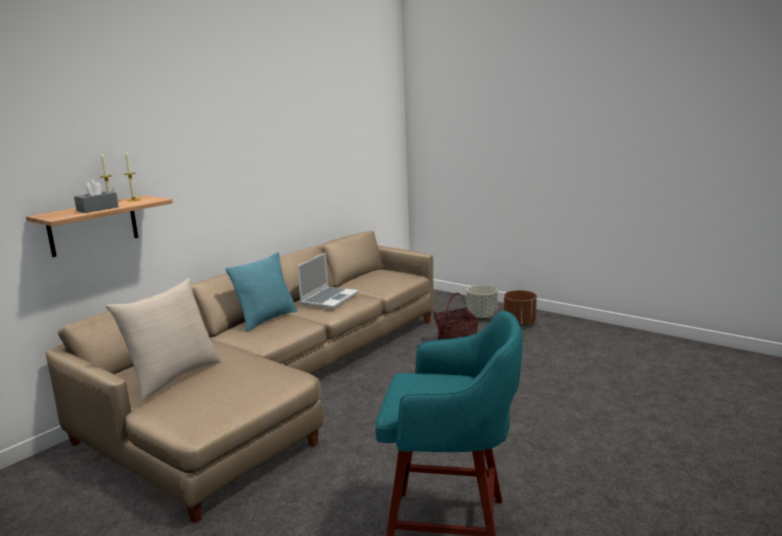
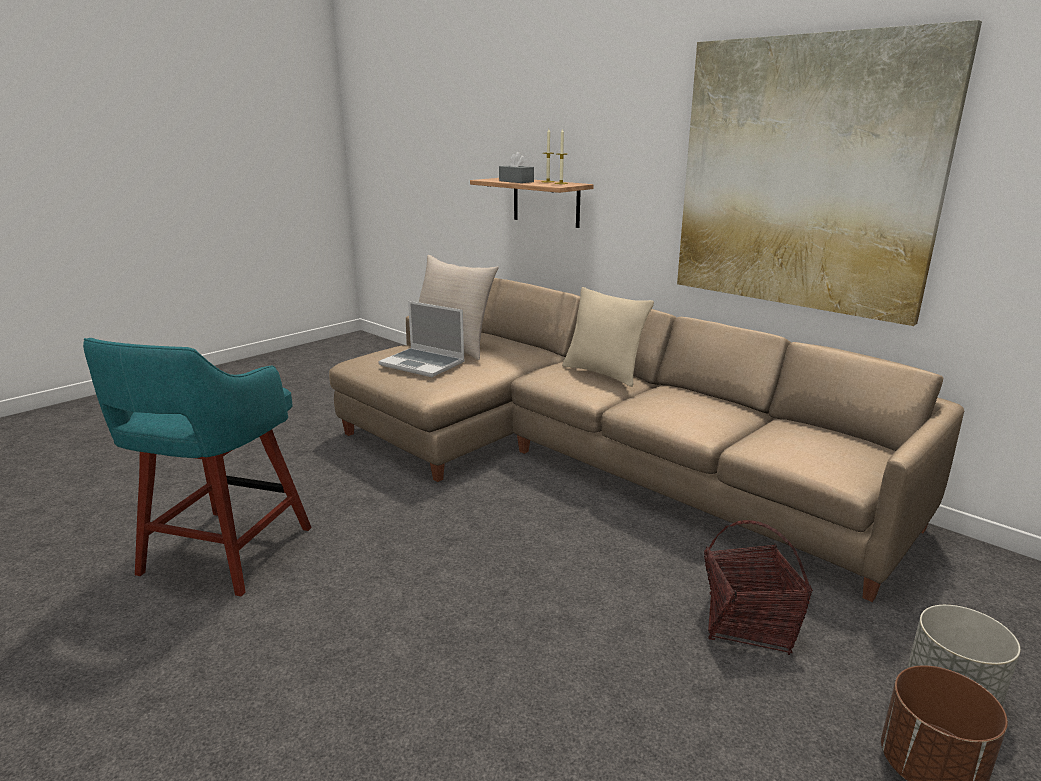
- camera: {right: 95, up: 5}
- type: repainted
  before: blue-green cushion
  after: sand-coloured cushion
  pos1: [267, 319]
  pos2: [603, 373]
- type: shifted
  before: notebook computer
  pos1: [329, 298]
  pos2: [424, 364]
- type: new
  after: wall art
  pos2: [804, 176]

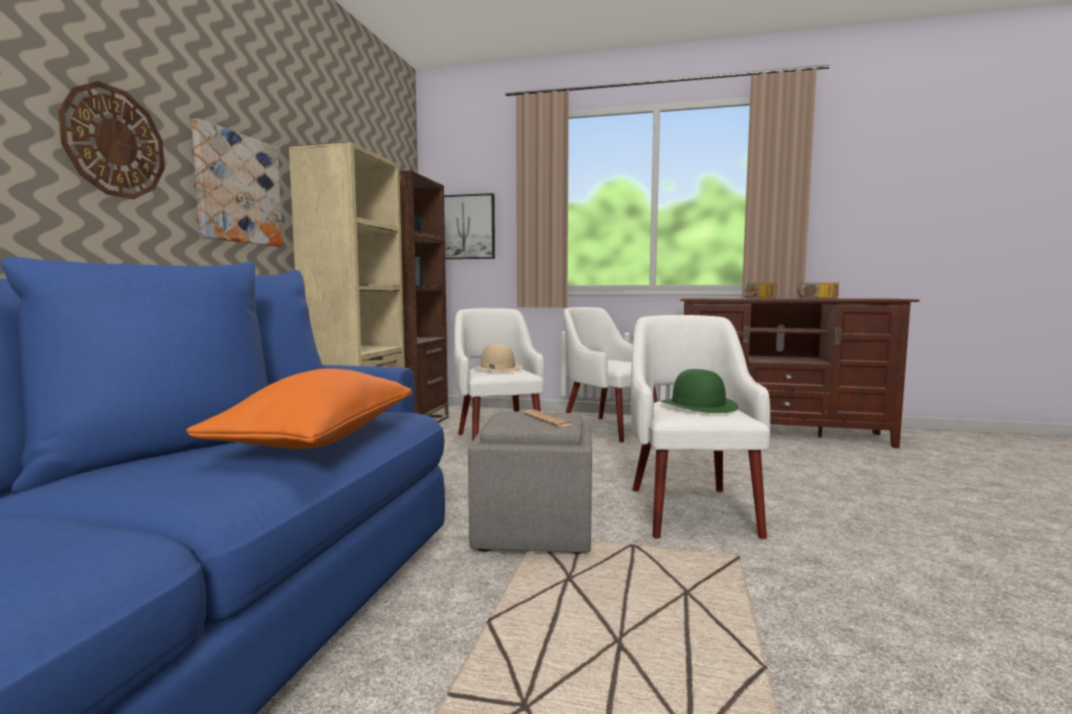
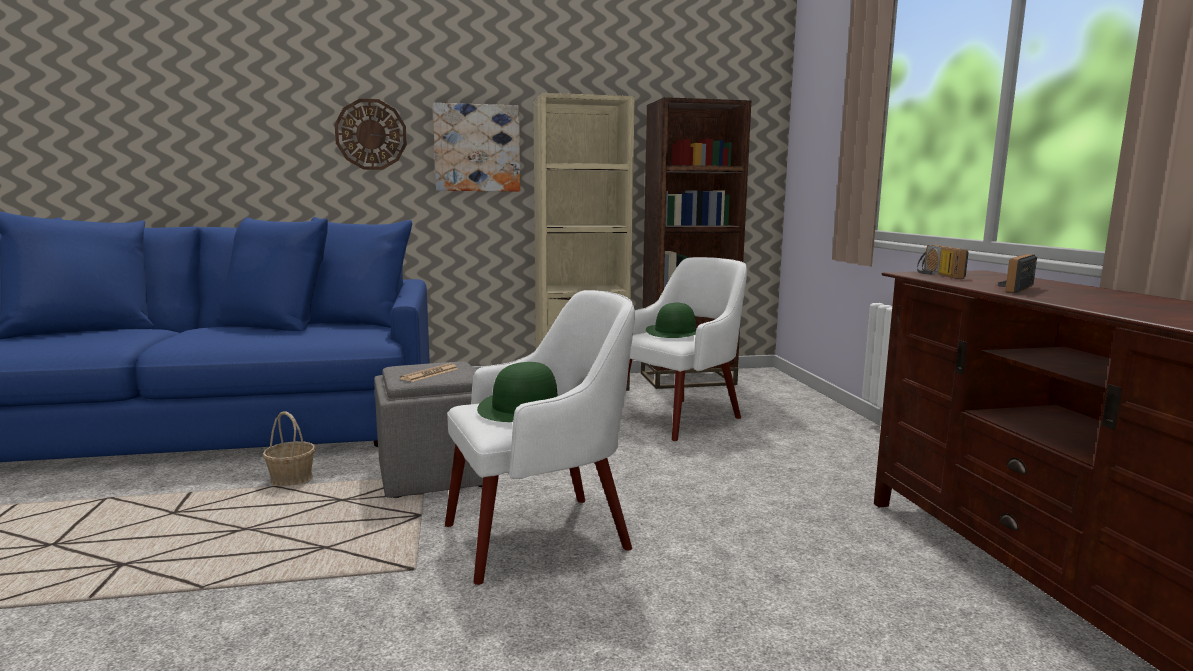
- camera: {right: 65, up: 5}
- type: gone
  before: wall art
  pos1: [464, 227]
- type: shifted
  before: radio
  pos1: [817, 298]
  pos2: [936, 275]
- type: gone
  before: white-coloured lounge chair
  pos1: [607, 428]
- type: repainted
  before: sand-coloured hat
  after: green hat
  pos1: [497, 368]
  pos2: [675, 332]
- type: gone
  before: orange-coloured cushion
  pos1: [319, 440]
- type: new
  after: storage basket
  pos2: [291, 479]

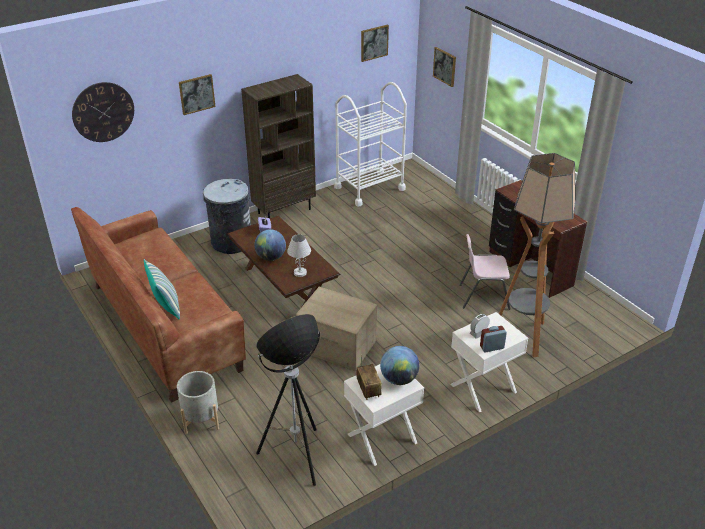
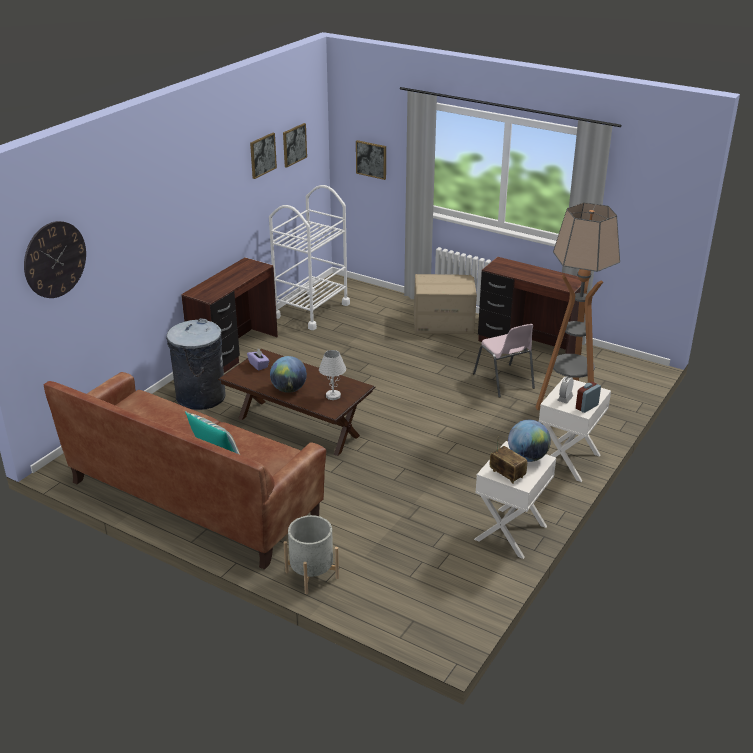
- camera: {right: -25, up: -5}
- type: shifted
  before: wall art
  pos1: [196, 94]
  pos2: [262, 155]
- type: swapped
  before: brown-coloured bookshelf
  after: brown-coloured desk table
  pos1: [284, 211]
  pos2: [235, 352]
- type: rotated
  before: pinkish plain chair
  pos1: [483, 296]
  pos2: [504, 381]
  turn: -90
- type: shifted
  before: cardboard box
  pos1: [337, 346]
  pos2: [443, 323]
- type: gone
  before: floor lamp
  pos1: [296, 457]

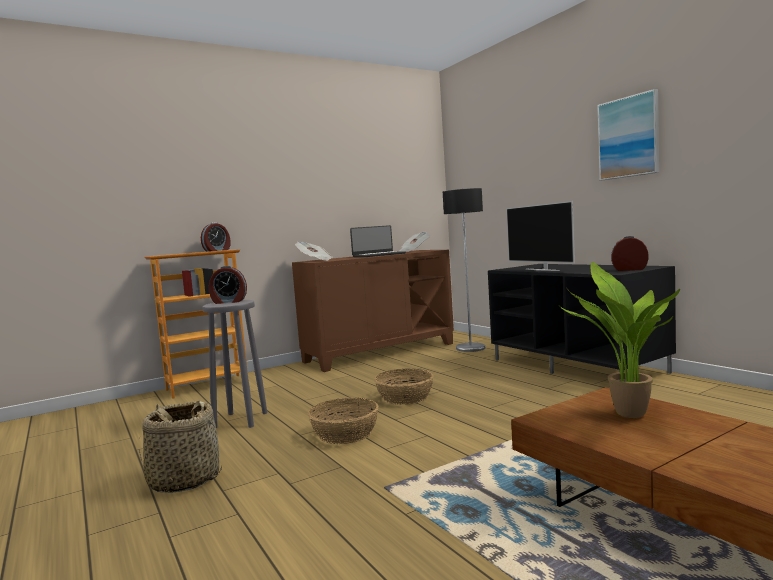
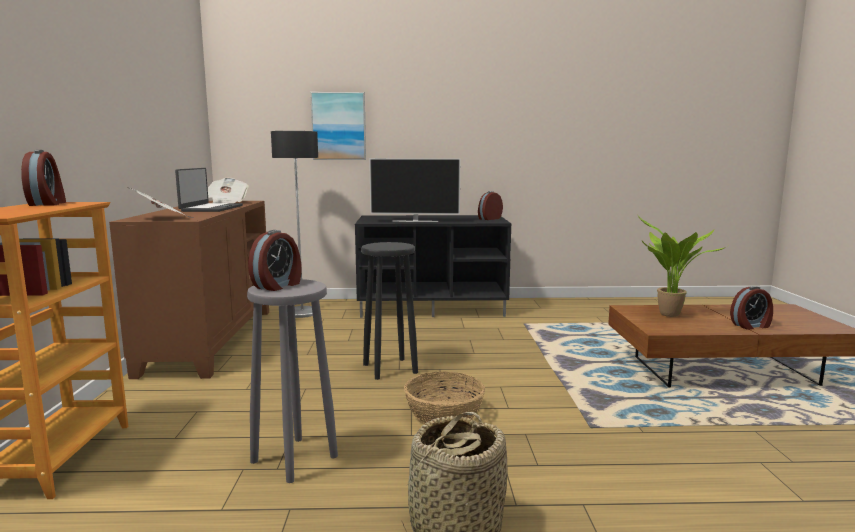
- camera: {right: -60, up: 5}
- type: shifted
  before: wall art
  pos1: [628, 137]
  pos2: [338, 126]
- type: swapped
  before: storage basket
  after: black sitting stool
  pos1: [405, 397]
  pos2: [390, 369]
- type: new
  after: bedside clock
  pos2: [751, 326]

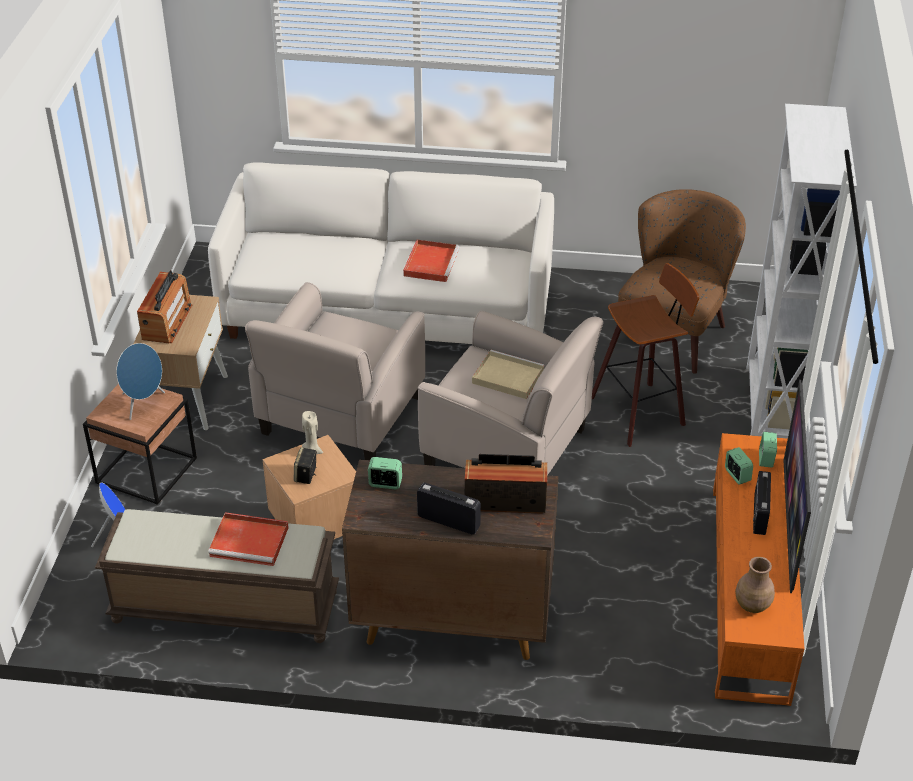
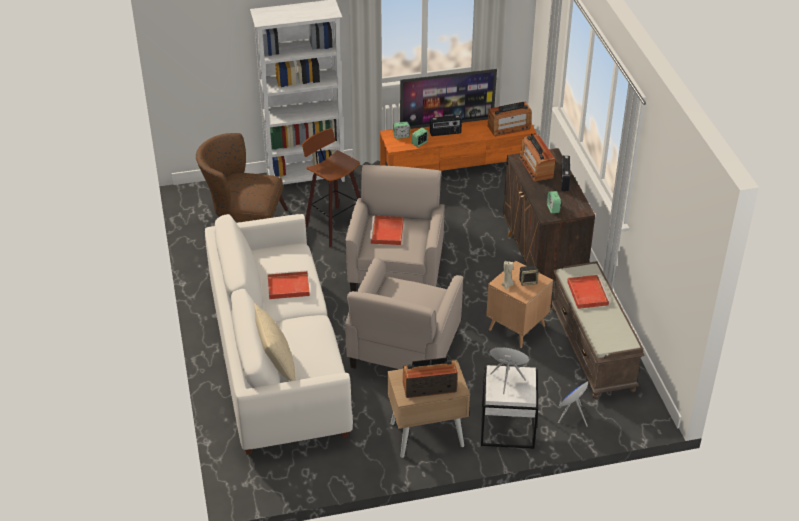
- camera: {right: -110, up: 0}
- type: rotated
  before: sand-coloured lounge chair
  pos1: [341, 416]
  pos2: [404, 351]
  turn: 105
- type: repainted
  before: sand-coloured tray
  after: reddish tray
  pos1: [506, 377]
  pos2: [387, 232]
- type: repainted
  before: brown-coloured accent table
  after: white-coloured accent table
  pos1: [145, 471]
  pos2: [508, 428]
- type: swapped
  before: brown-coloured flower vase
  after: radio
  pos1: [753, 605]
  pos2: [509, 127]
- type: new
  after: sand-coloured cushion
  pos2: [277, 365]

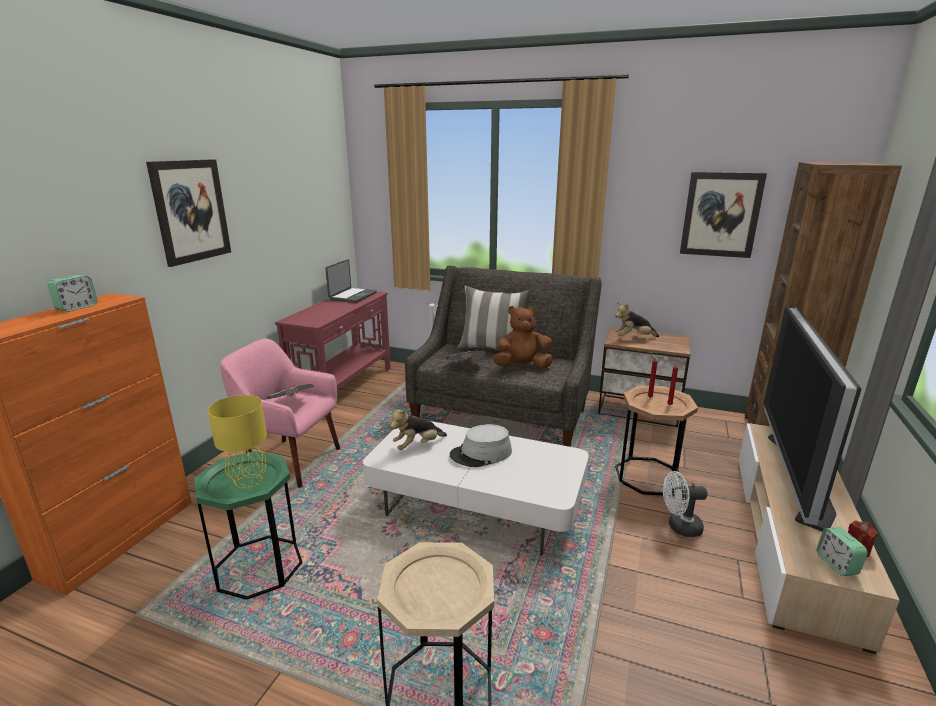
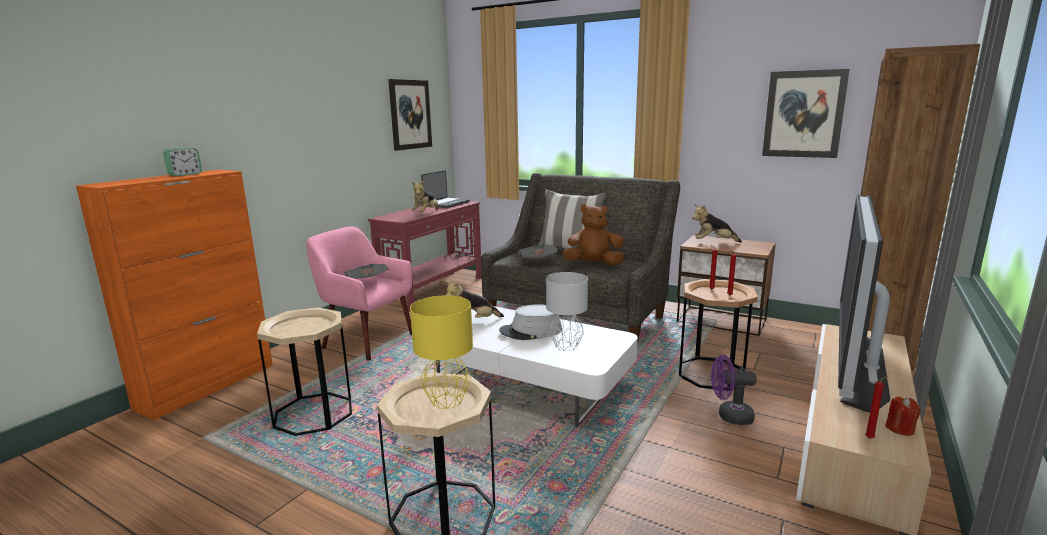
- camera: {right: 10, up: -5}
- type: shifted
  before: wall art
  pos1: [191, 211]
  pos2: [410, 114]
- type: shifted
  before: yellow table lamp
  pos1: [249, 480]
  pos2: [447, 400]
- type: repainted
  before: green accent table
  after: sand-coloured accent table
  pos1: [258, 566]
  pos2: [313, 414]
- type: repainted
  before: white-coloured fan
  after: purple fan
  pos1: [679, 527]
  pos2: [729, 416]
- type: swapped
  before: bedside clock
  after: reddish wax light
  pos1: [836, 564]
  pos2: [870, 438]
- type: new
  after: plush toy
  pos2: [426, 213]
- type: new
  after: greyish table lamp
  pos2: [565, 346]

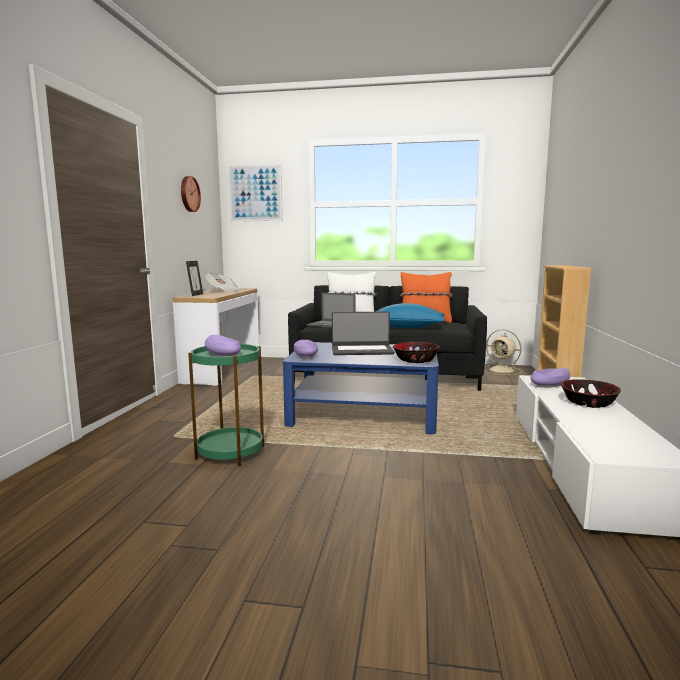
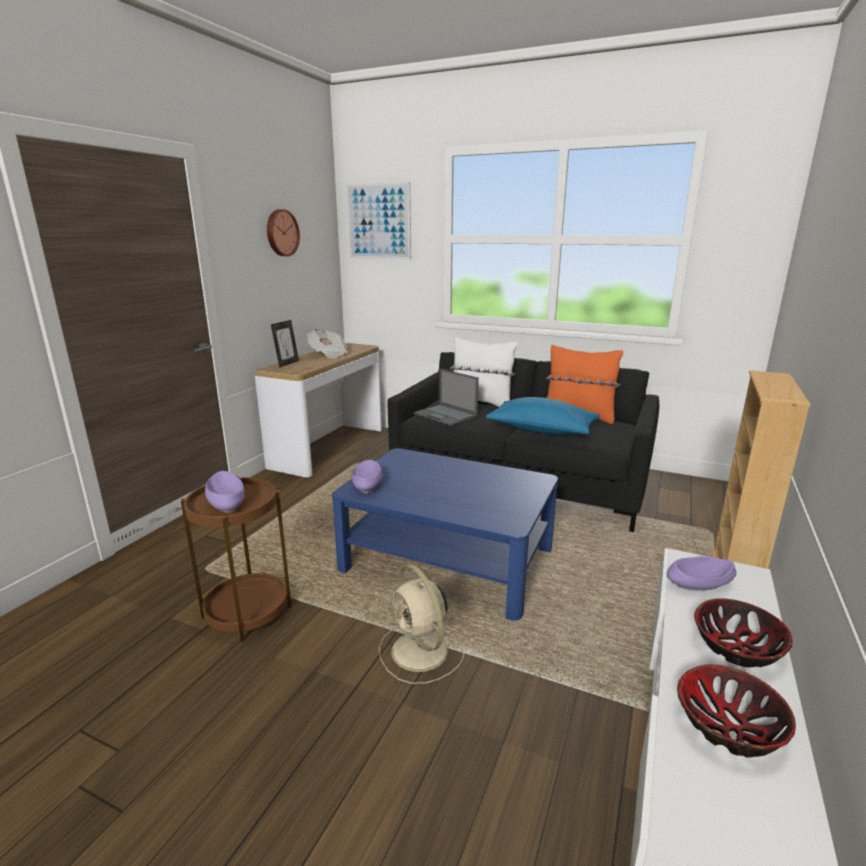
- camera: {right: 15, up: 10}
- type: gone
  before: notebook computer
  pos1: [362, 350]
- type: shifted
  before: sand-coloured fan
  pos1: [503, 370]
  pos2: [420, 652]
- type: shifted
  before: deep dish
  pos1: [415, 360]
  pos2: [727, 727]
- type: repainted
  before: green accent table
  after: brown-coloured accent table
  pos1: [230, 452]
  pos2: [247, 611]

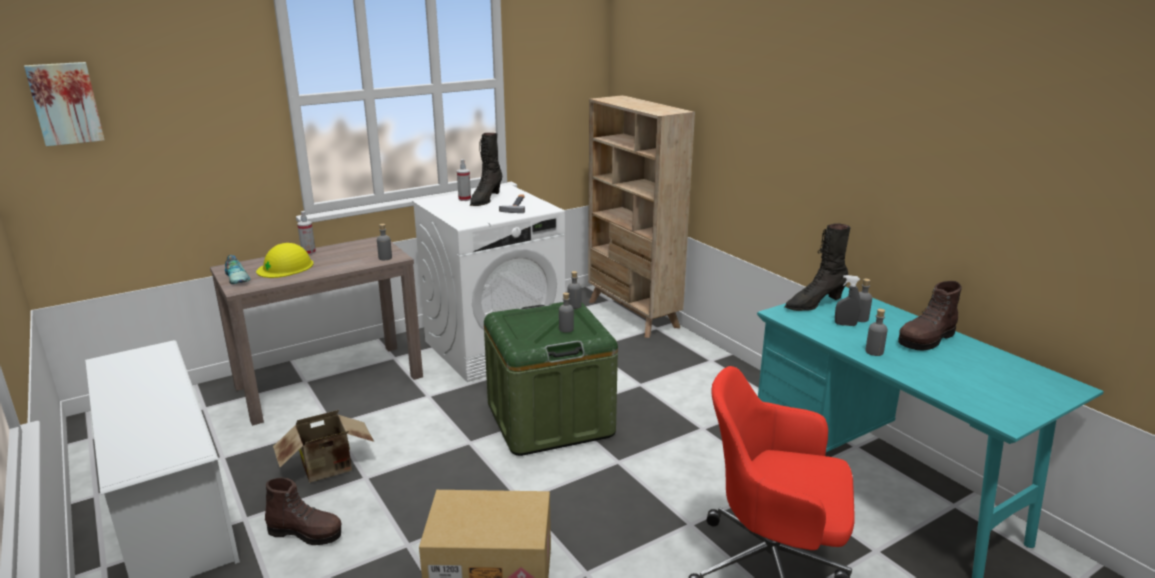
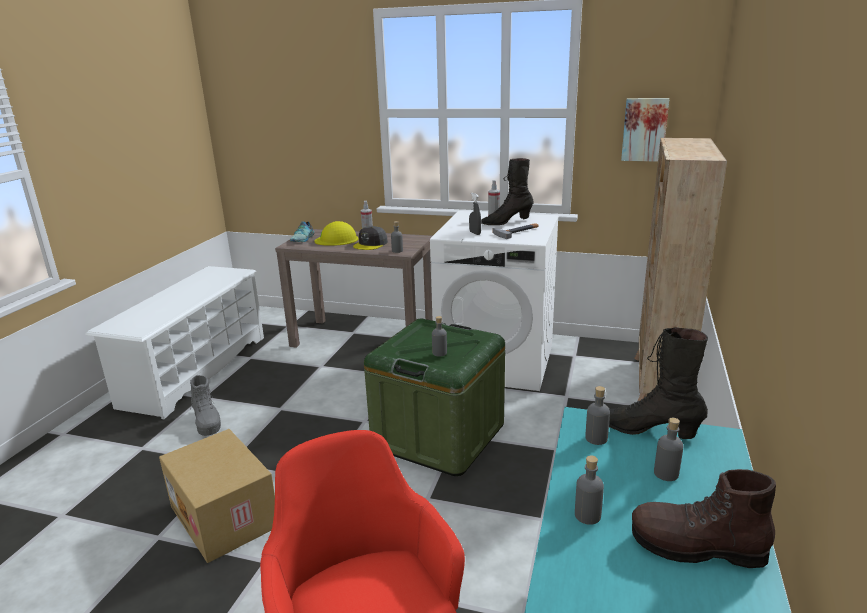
- camera: {right: 50, up: 0}
- type: shifted
  before: wall art
  pos1: [65, 103]
  pos2: [644, 129]
- type: shifted
  before: greyish beverage bottle
  pos1: [574, 306]
  pos2: [596, 438]
- type: shifted
  before: greyish spray bottle
  pos1: [845, 324]
  pos2: [475, 233]
- type: gone
  before: cardboard box
  pos1: [329, 469]
- type: repainted
  before: brown-coloured tall boot
  after: greyish tall boot
  pos1: [306, 533]
  pos2: [207, 422]
- type: new
  after: greyish peaked cap
  pos2: [370, 244]

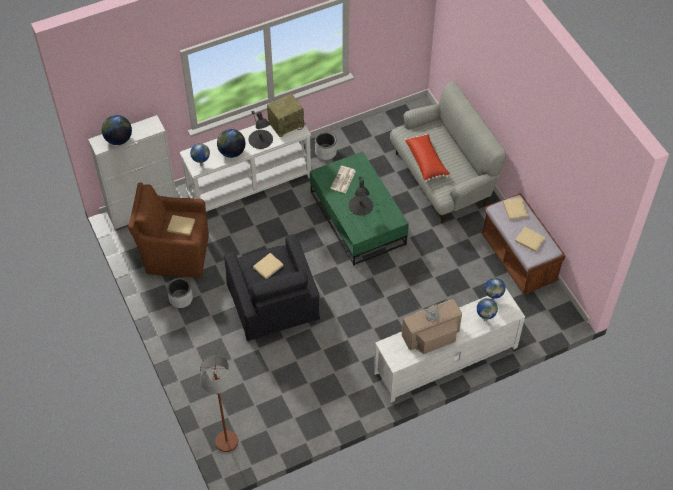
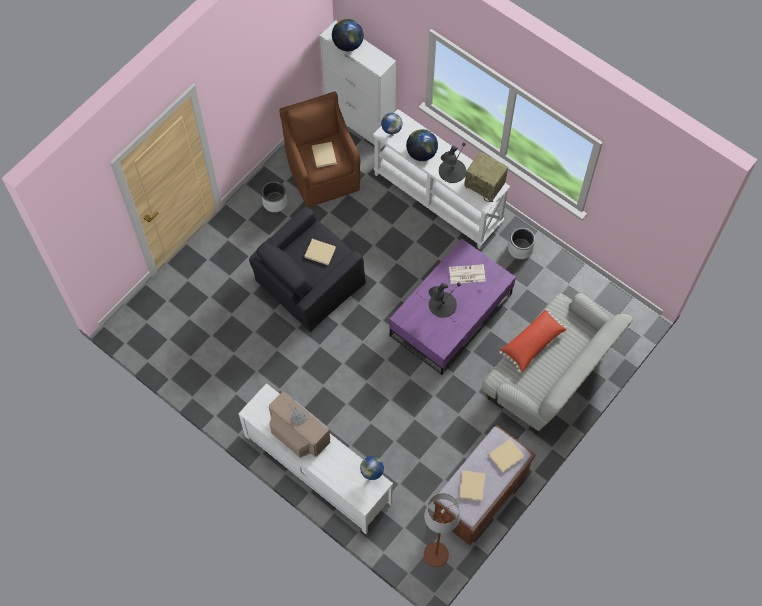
- camera: {right: 65, up: 10}
- type: repainted
  before: green low table
  after: purple low table
  pos1: [358, 219]
  pos2: [450, 316]
- type: gone
  before: world globe
  pos1: [485, 319]
- type: shifted
  before: brown-coloured floor lamp
  pos1: [227, 441]
  pos2: [436, 555]

